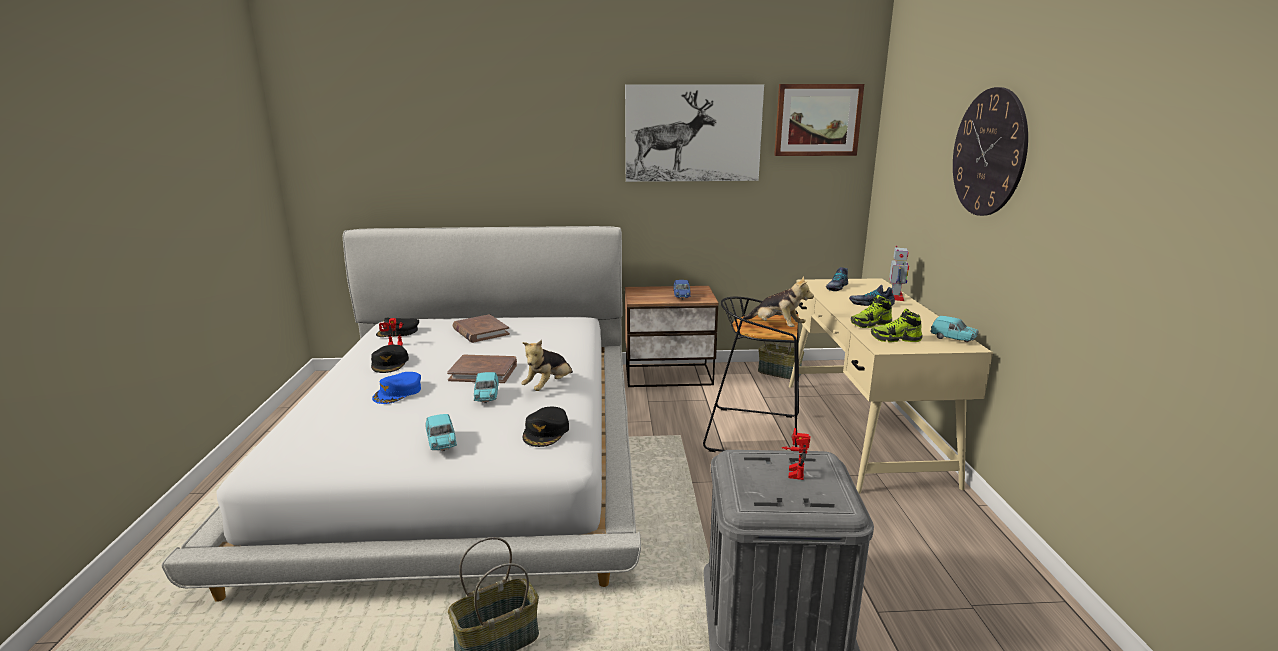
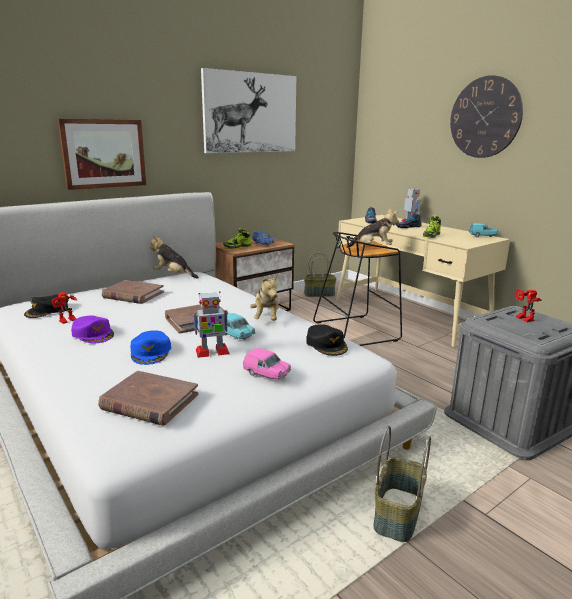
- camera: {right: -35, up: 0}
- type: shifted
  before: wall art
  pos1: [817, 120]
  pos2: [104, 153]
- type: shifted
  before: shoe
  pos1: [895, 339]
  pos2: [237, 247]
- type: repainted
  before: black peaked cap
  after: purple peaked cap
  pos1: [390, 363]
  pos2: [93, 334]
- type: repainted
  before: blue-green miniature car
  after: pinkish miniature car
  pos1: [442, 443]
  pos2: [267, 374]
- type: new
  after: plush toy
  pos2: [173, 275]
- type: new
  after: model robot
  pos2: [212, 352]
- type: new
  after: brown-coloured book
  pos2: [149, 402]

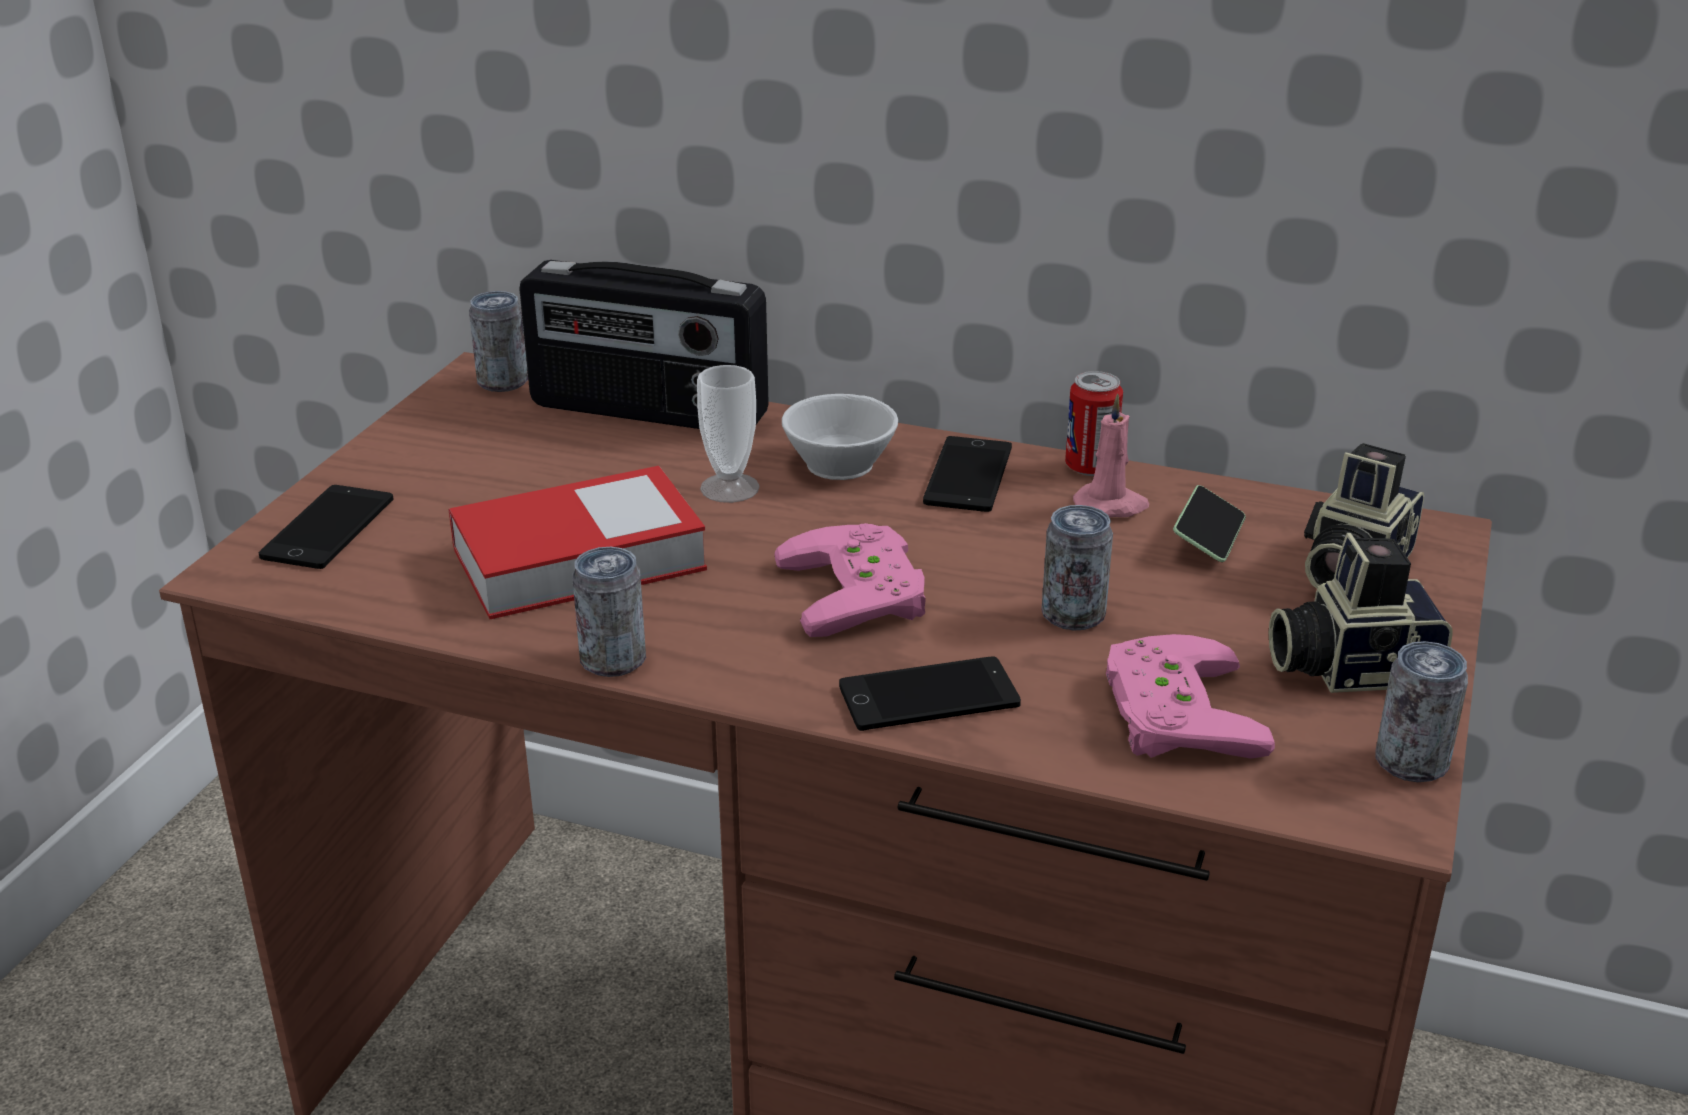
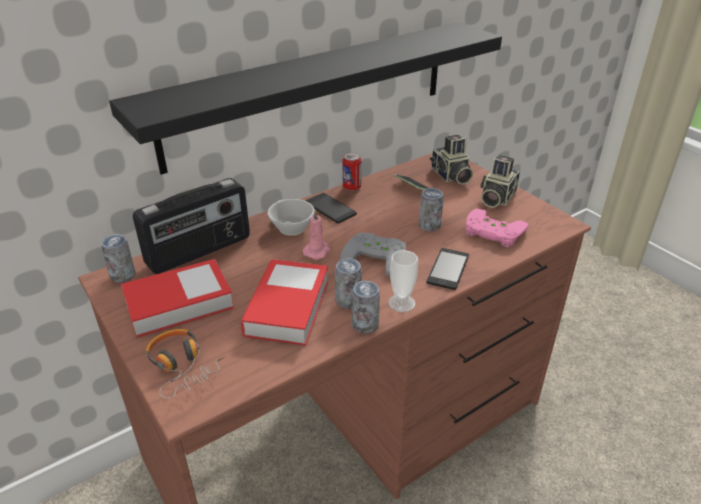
- camera: {right: -55, up: 5}
- type: shifted
  before: drinking cup
  pos1: [729, 488]
  pos2: [401, 303]
- type: shifted
  before: pinkish wax light
  pos1: [1111, 506]
  pos2: [317, 251]
- type: swapped
  before: handset
  after: pair of headphones
  pos1: [328, 528]
  pos2: [182, 366]
- type: repainted
  before: pinkish gamepad
  after: greyish gamepad
  pos1: [863, 591]
  pos2: [376, 256]
- type: shifted
  before: can
  pos1: [1411, 763]
  pos2: [348, 301]
- type: new
  after: black shelf
  pos2: [312, 93]
- type: new
  after: book
  pos2: [179, 303]

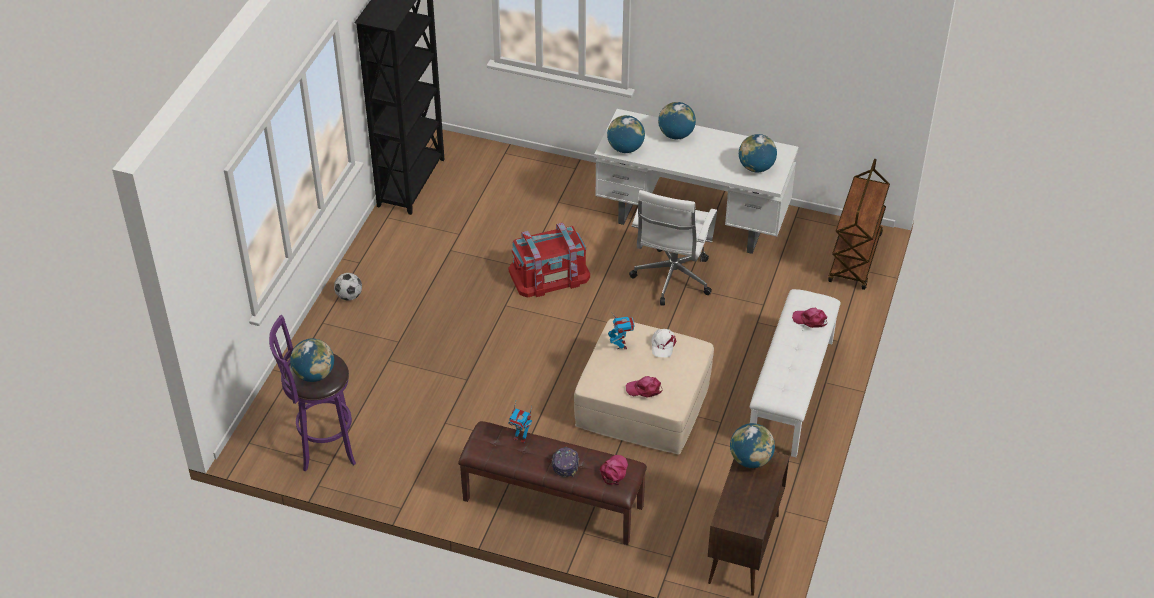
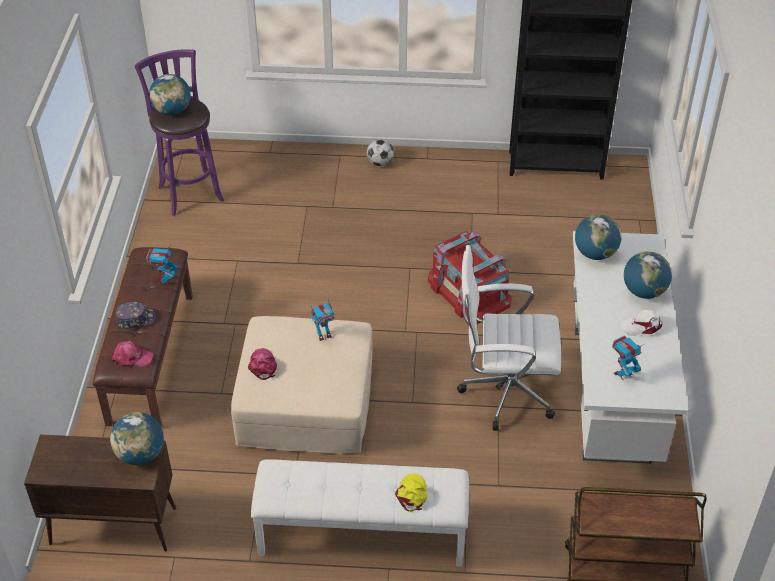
- camera: {right: 75, up: 0}
- type: swapped
  before: world globe
  after: model robot
  pos1: [756, 168]
  pos2: [622, 374]
- type: repainted
  before: pinkish peaked cap
  after: yellow peaked cap
  pos1: [810, 320]
  pos2: [412, 494]
- type: shifted
  before: white-coloured peaked cap
  pos1: [663, 345]
  pos2: [642, 326]

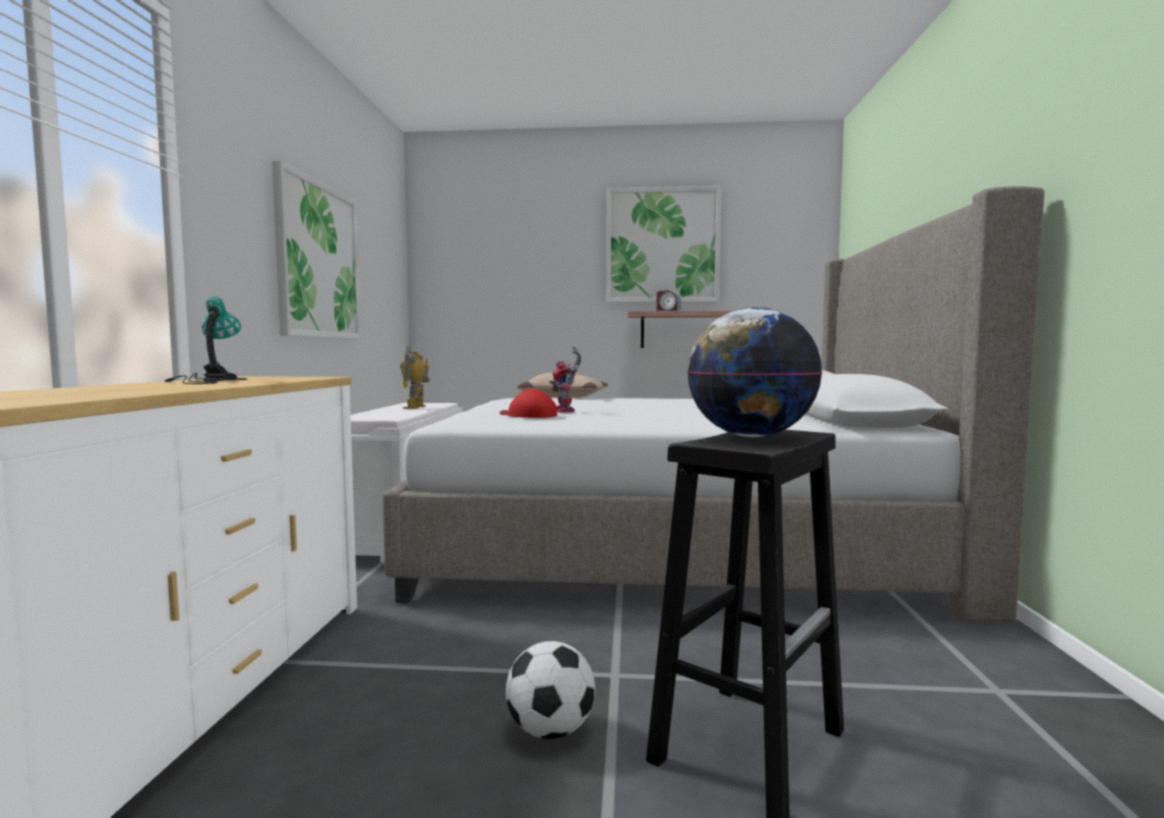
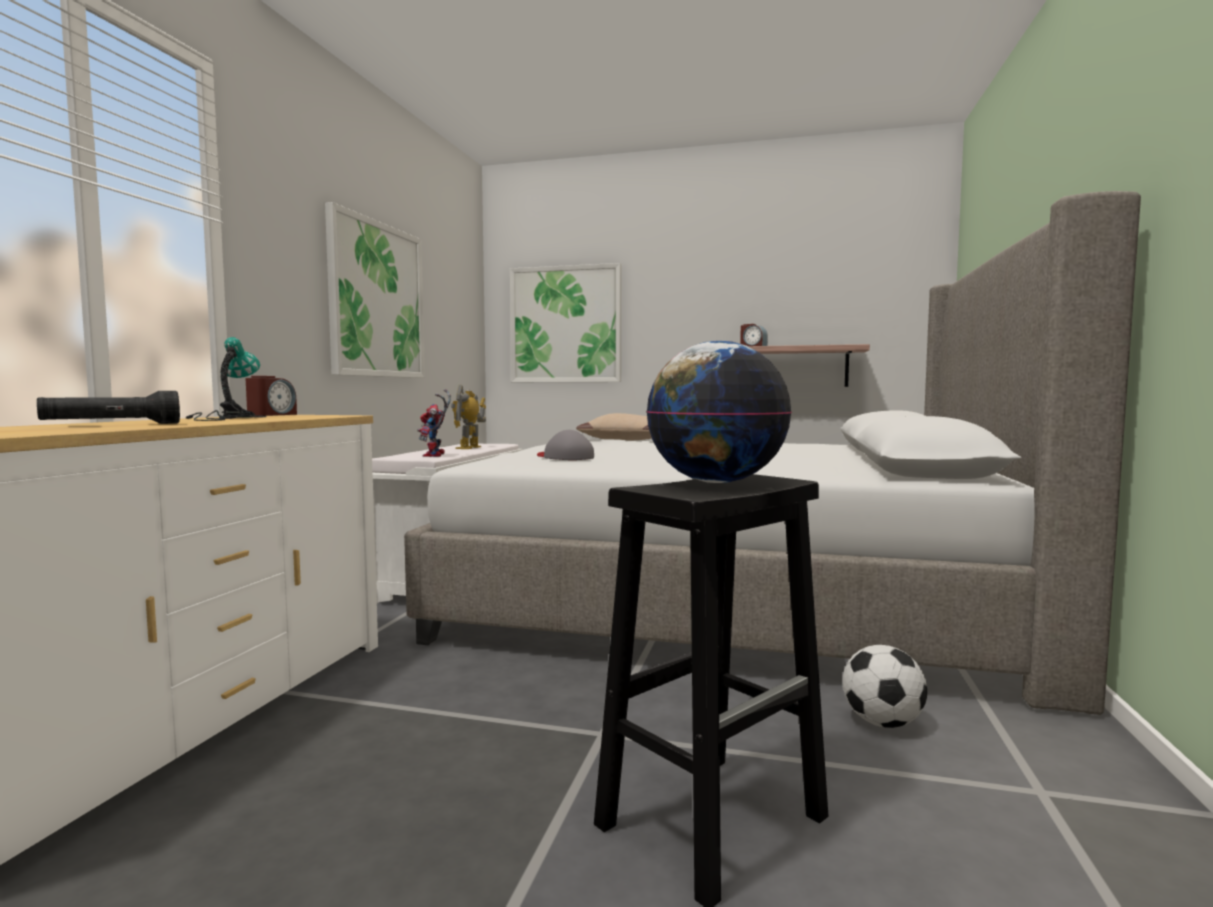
- camera: {right: 10, up: 0}
- type: shifted
  before: wall art
  pos1: [662, 245]
  pos2: [565, 324]
- type: shifted
  before: model robot
  pos1: [566, 411]
  pos2: [435, 455]
- type: repainted
  before: reddish peaked cap
  after: greyish peaked cap
  pos1: [528, 415]
  pos2: [564, 457]
- type: shifted
  before: ball for football
  pos1: [550, 731]
  pos2: [882, 722]
- type: new
  after: bedside clock
  pos2: [271, 415]
- type: new
  after: black torch
  pos2: [112, 424]

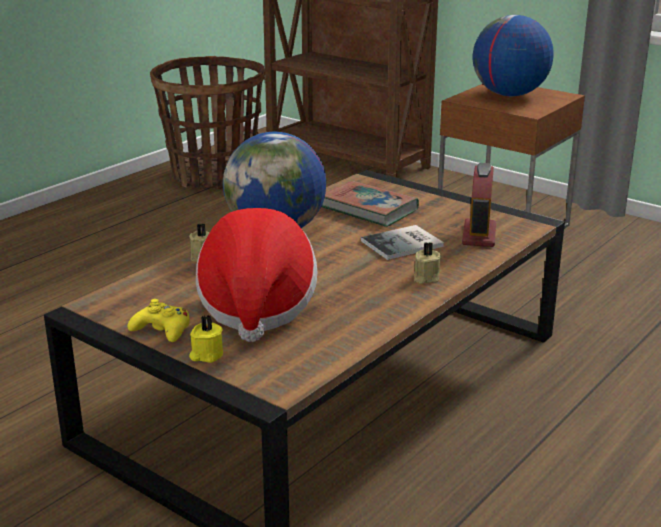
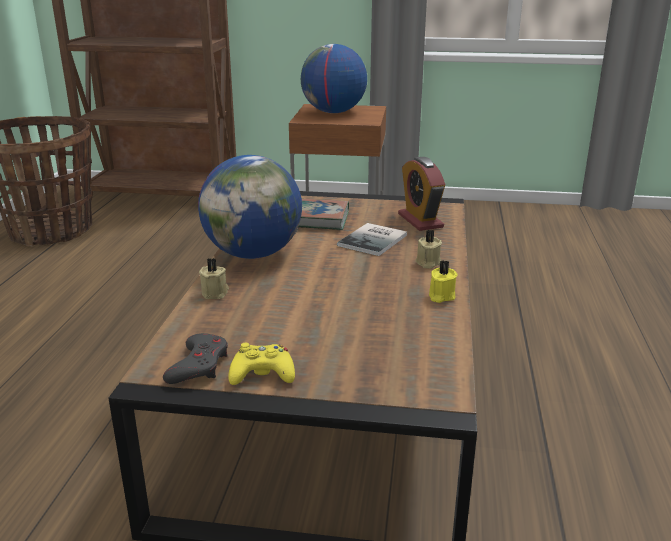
- camera: {right: -30, up: 0}
- type: gone
  before: hat
  pos1: [256, 307]
- type: shifted
  before: yellow wax light
  pos1: [206, 355]
  pos2: [440, 296]
- type: new
  after: greyish gamepad
  pos2: [199, 365]

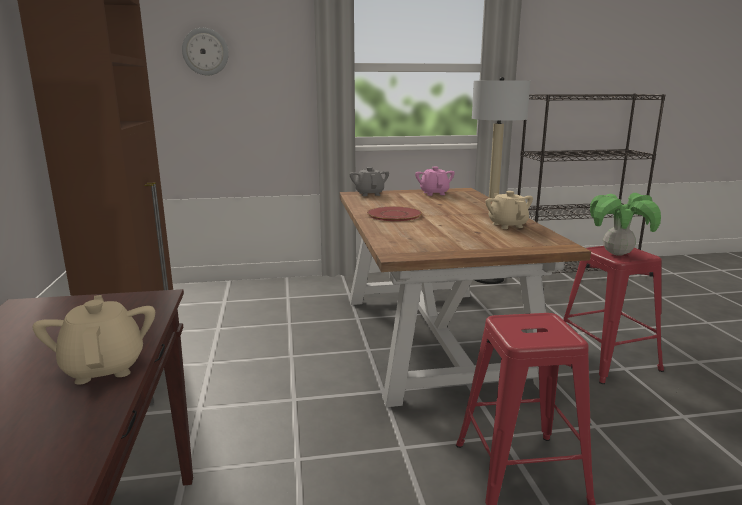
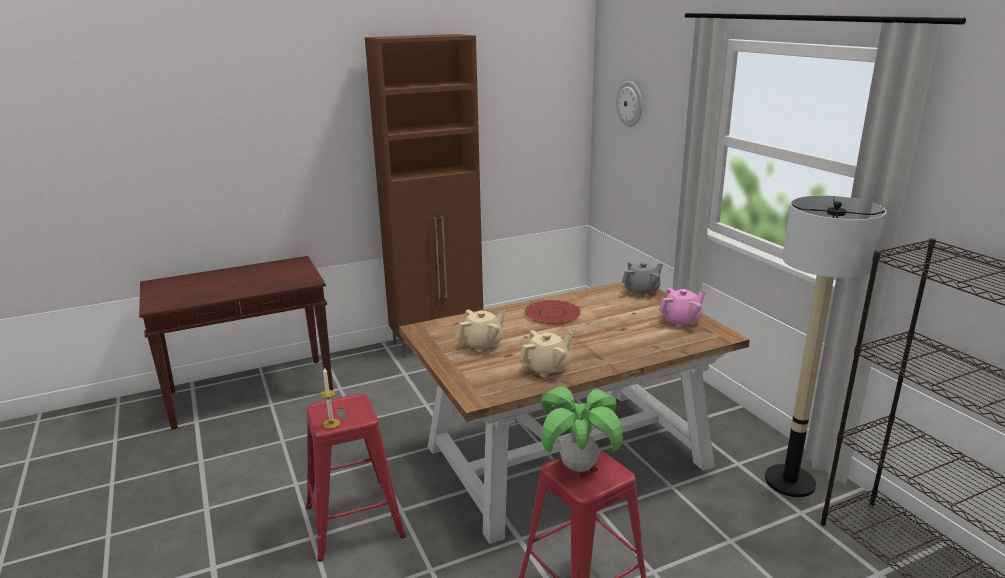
- camera: {right: 75, up: 5}
- type: shifted
  before: sand-coloured pot for tea
  pos1: [104, 368]
  pos2: [482, 344]
- type: new
  after: wax light
  pos2: [331, 423]

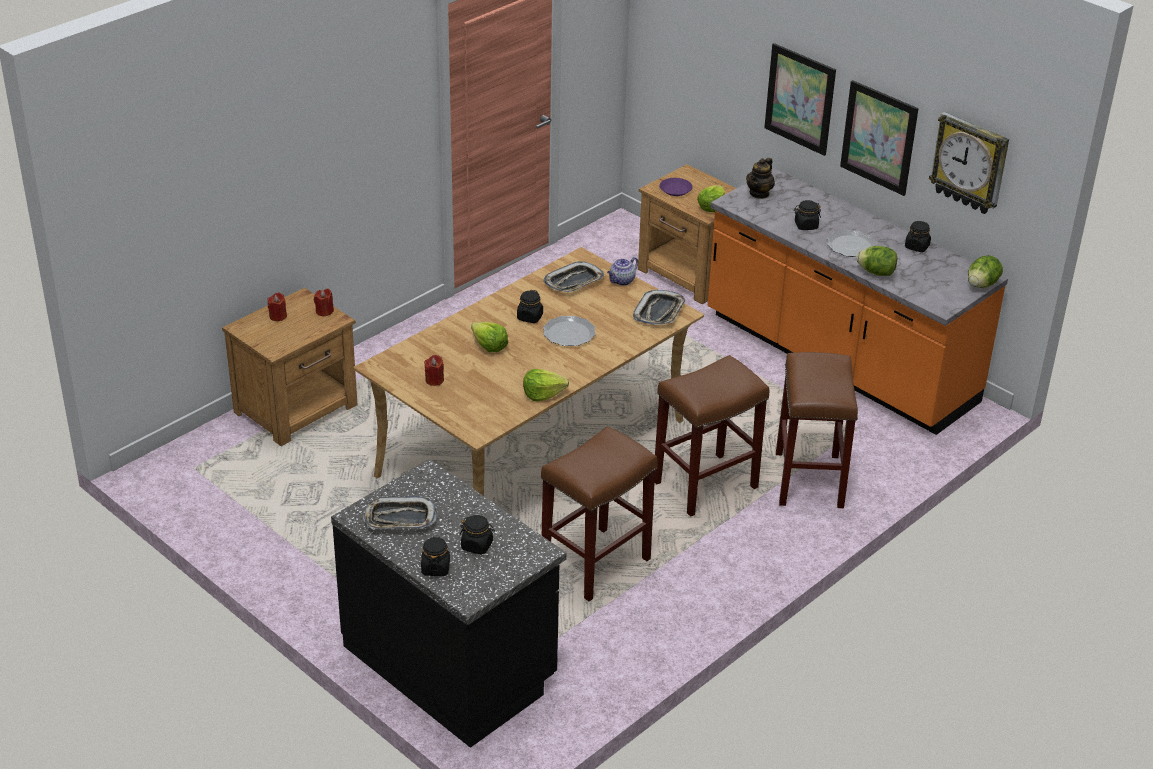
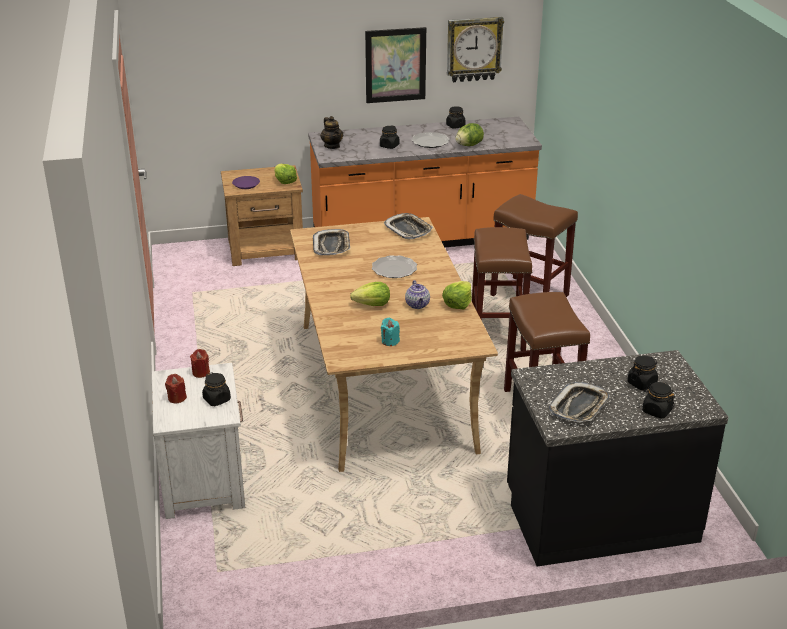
- camera: {right: -55, up: -5}
- type: gone
  before: wall art
  pos1: [800, 99]
- type: gone
  before: head of lettuce
  pos1: [982, 285]
- type: shifted
  before: pot for tea
  pos1: [622, 281]
  pos2: [417, 305]
- type: repainted
  before: brown-coloured nightstand
  after: white-coloured nightstand
  pos1: [298, 409]
  pos2: [204, 480]
- type: shifted
  before: black jar
  pos1: [530, 317]
  pos2: [217, 399]
- type: repainted
  before: reddish wax light
  after: blue-green wax light
  pos1: [434, 380]
  pos2: [390, 341]

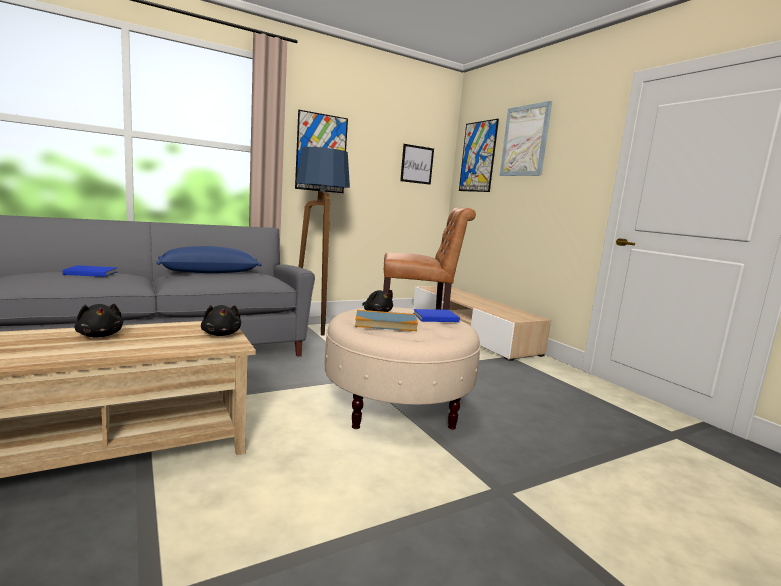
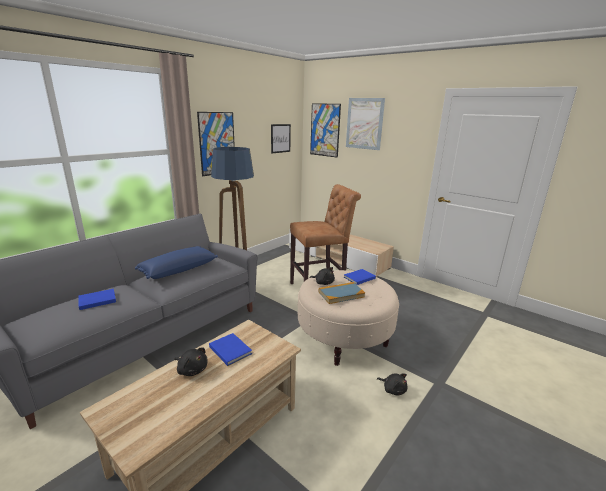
- camera: {right: -20, up: 10}
- type: shifted
  before: black plush toy
  pos1: [221, 334]
  pos2: [393, 389]
- type: new
  after: bluish book
  pos2: [230, 349]

